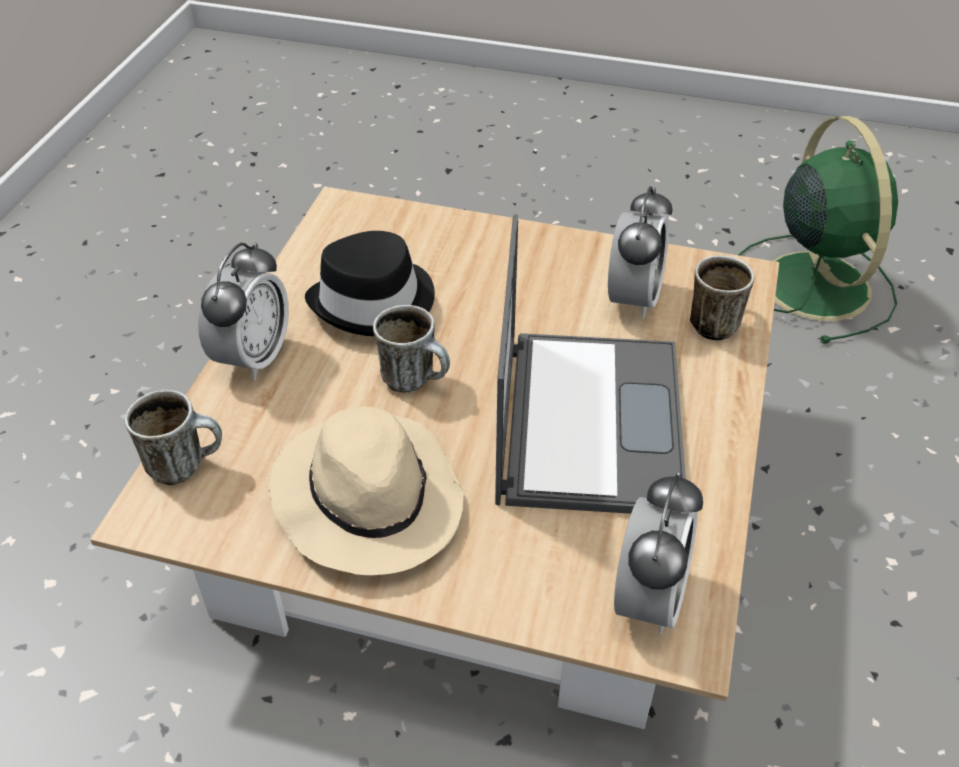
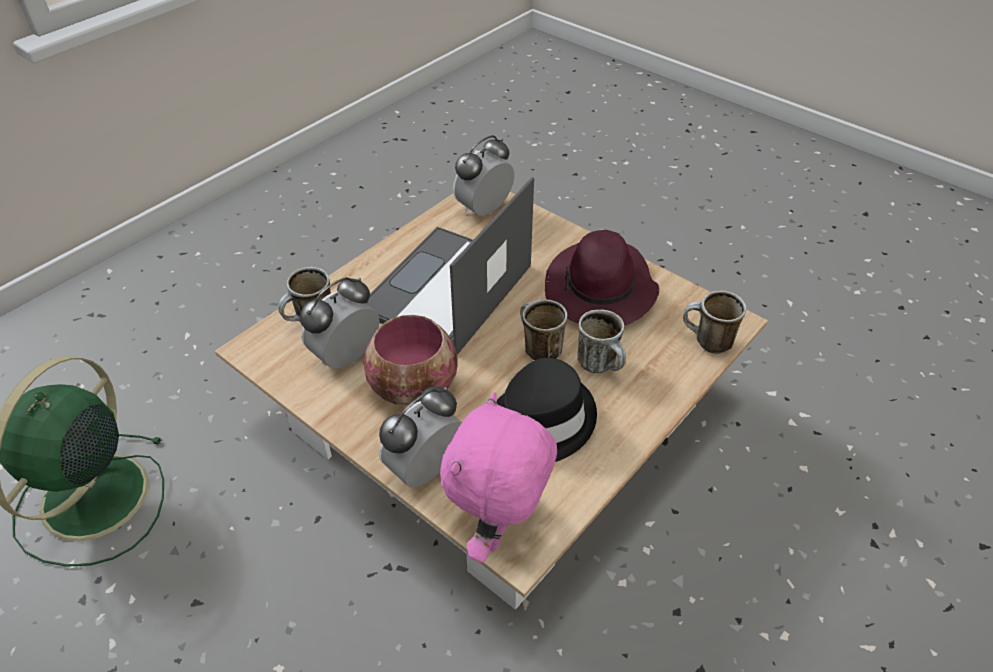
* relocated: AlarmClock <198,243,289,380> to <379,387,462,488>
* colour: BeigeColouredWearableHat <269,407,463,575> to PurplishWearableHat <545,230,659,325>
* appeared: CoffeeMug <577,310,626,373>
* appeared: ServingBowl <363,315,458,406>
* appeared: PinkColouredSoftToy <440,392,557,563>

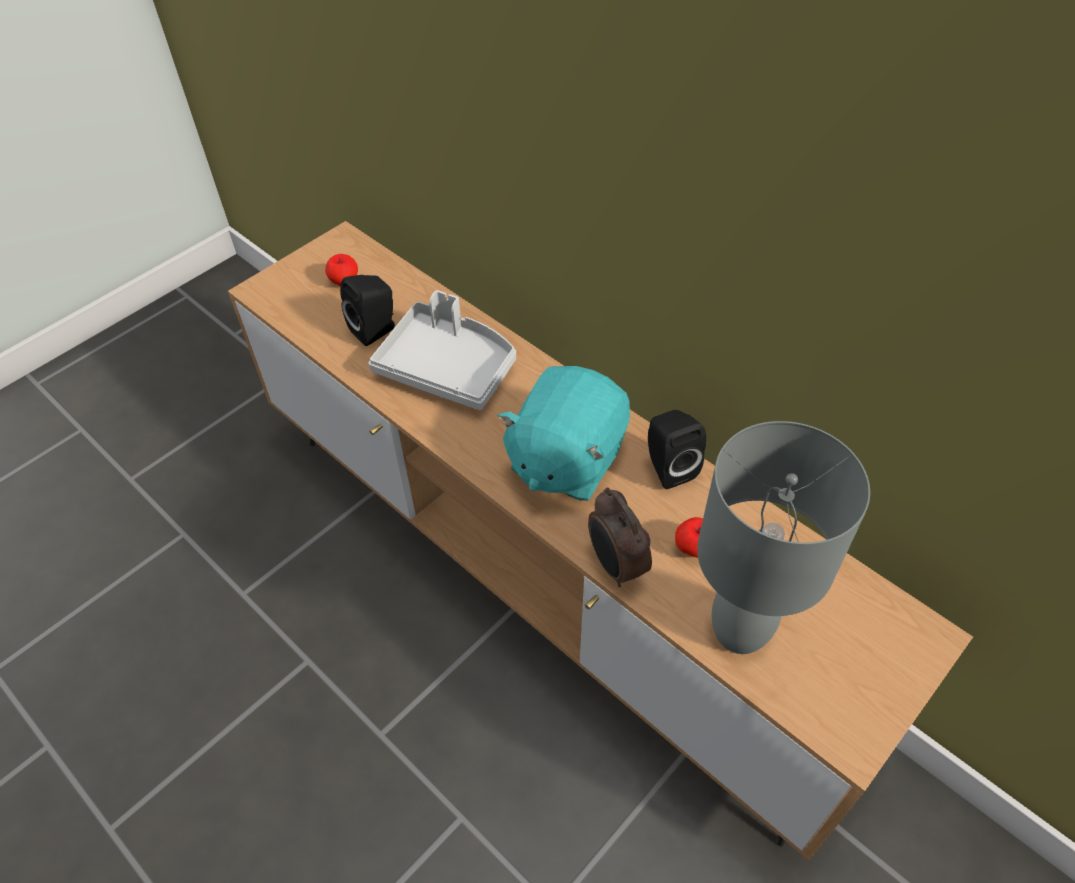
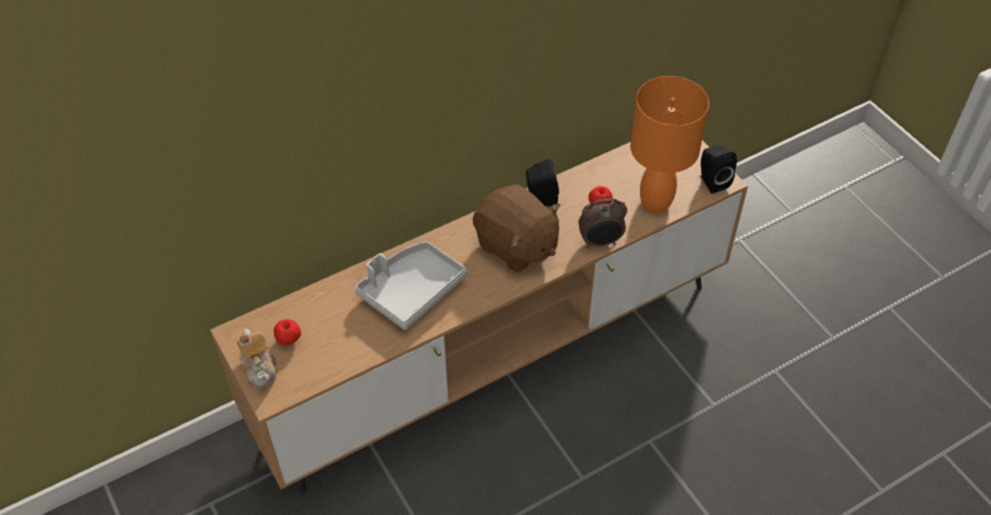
* relocated: BlackLoudspeaker <340,275,395,346> to <701,145,737,194>
* colour: TurquoiseColouredSoftToy <498,366,630,501> to BrownColouredSoftToy <473,184,560,273>
* colour: GreyishTabletopLamp <697,421,870,654> to OrangeyTabletopLamp <630,76,709,213>
* appeared: PotForTea <237,329,276,389>

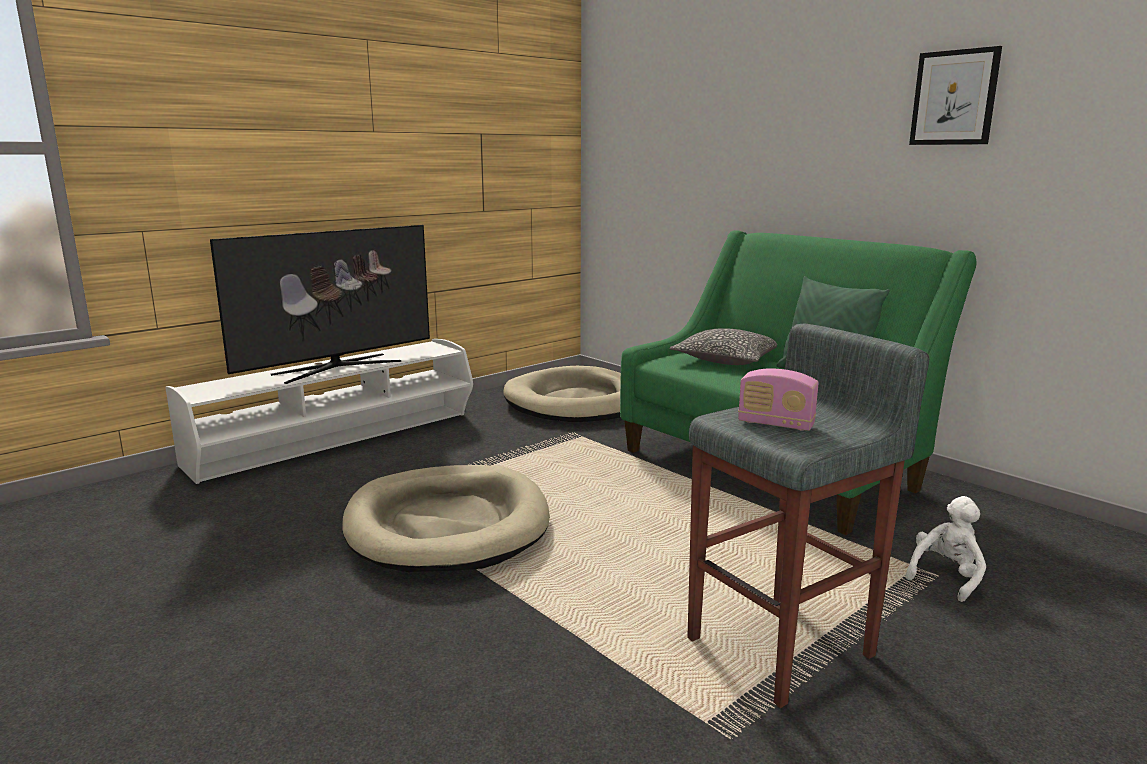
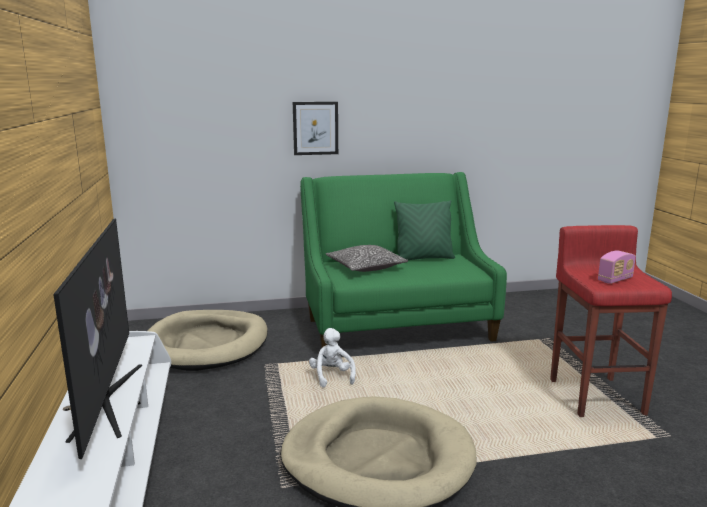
* relocated: WallArt <909,46,1002,145> to <293,102,338,155>
* colour: GreyishSittingStool <687,323,929,708> to RedColouredSittingStool <550,225,672,417>
* relocated: WhiteColouredSoftToy <905,496,986,602> to <309,328,356,388>

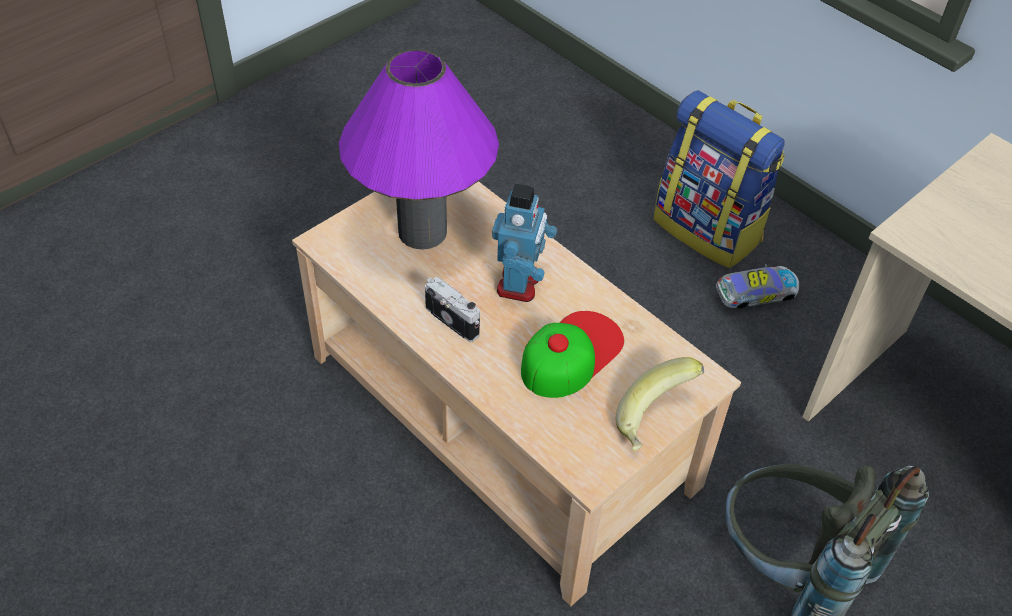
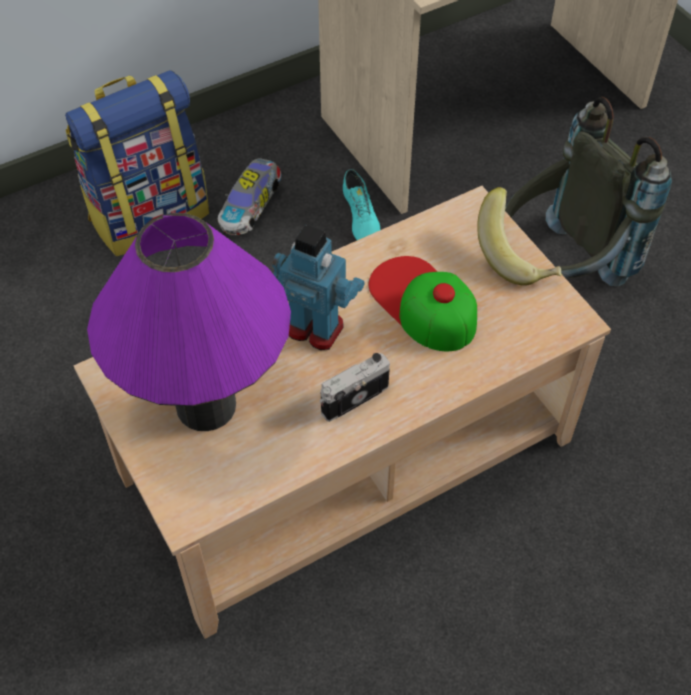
* spun: MiniatureCar <715,264,799,309> = <218,158,282,235> 150 degrees counterclockwise
* appeared: TurquoiseColouredShoe <343,169,380,240>

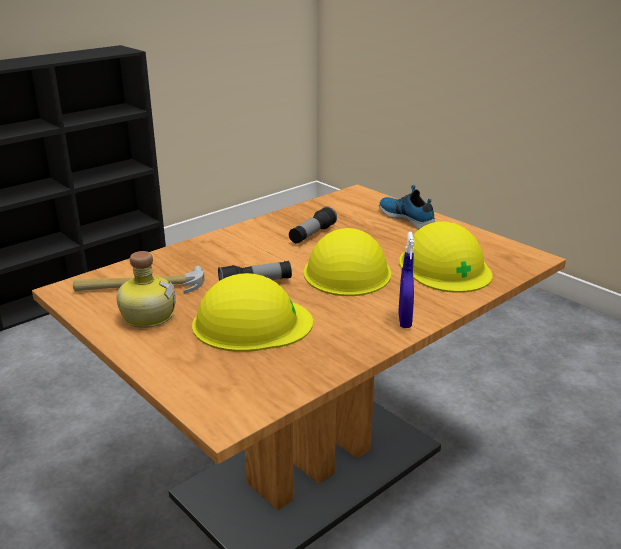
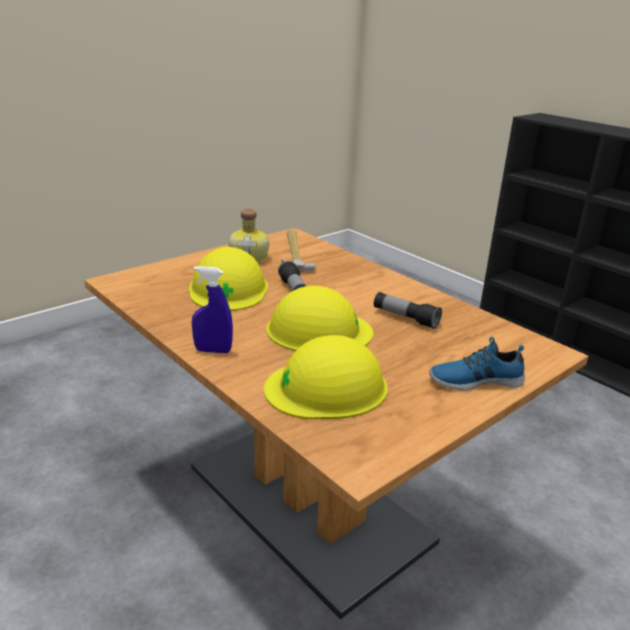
* spun: Shoe <379,185,435,229> = <429,337,525,390> 150 degrees counterclockwise

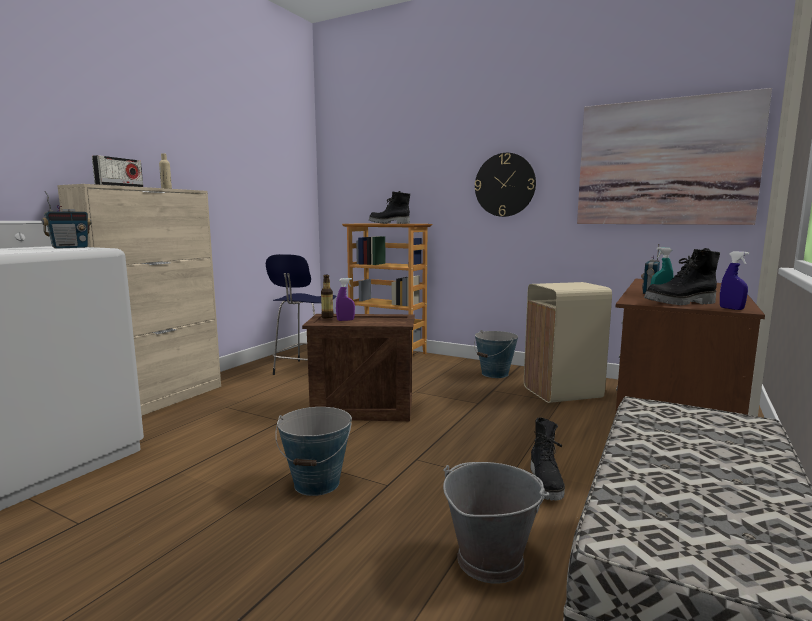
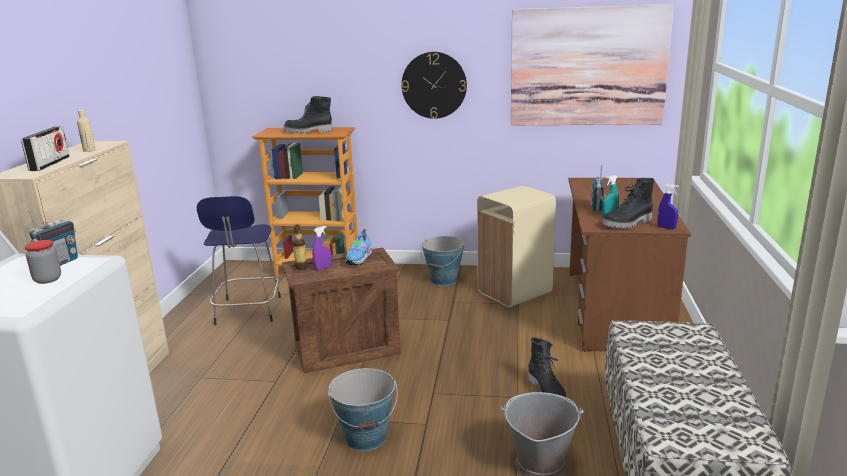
* appeared: Shoe <346,229,372,265>
* appeared: StorageJar <25,240,61,284>

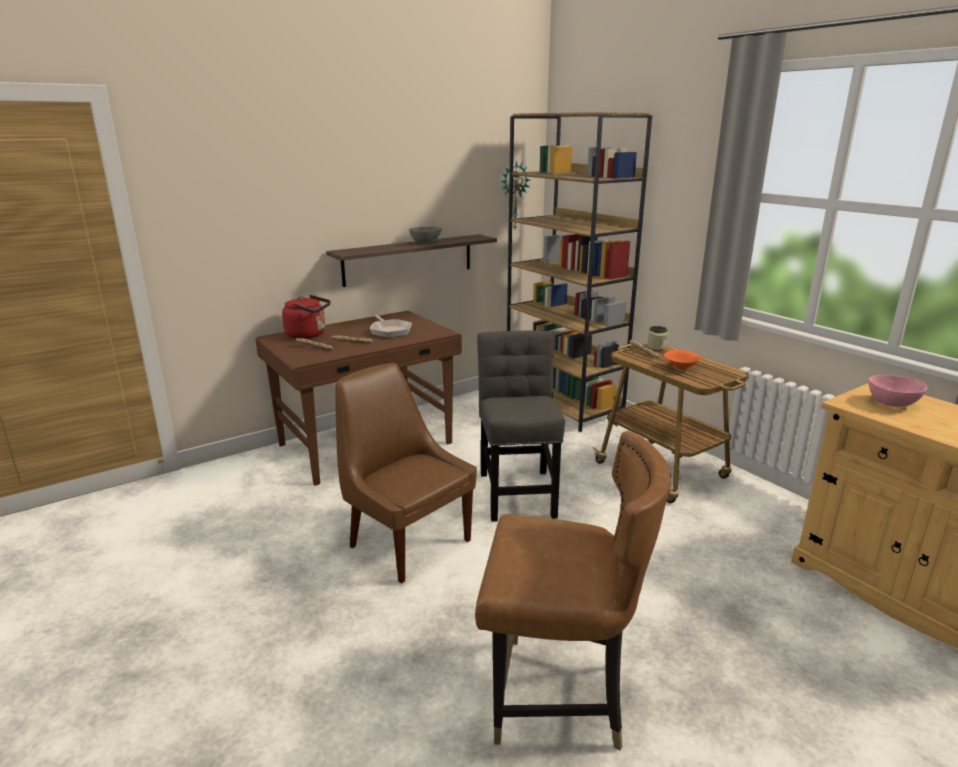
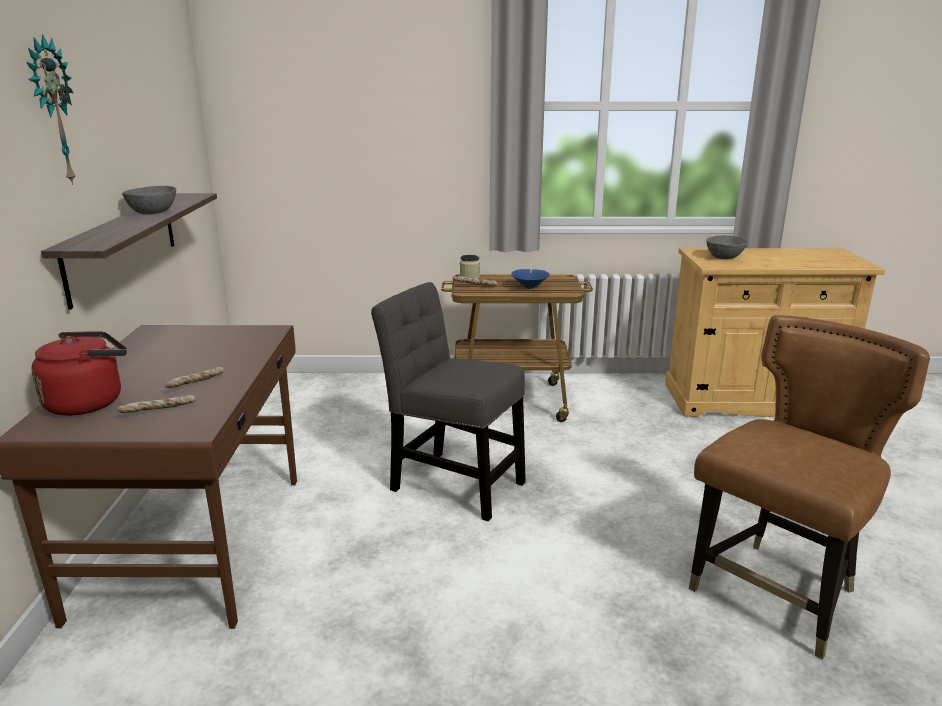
* missing: BrownColouredBookcase <507,112,652,432>
* relocated: WallClock <501,160,530,229> to <26,34,76,185>
* missing: Skillet <370,315,412,338>
* colour: OrangeyServingBowl <664,350,702,371> to BlueColouredServingBowl <511,269,549,289>
* missing: BrownColouredPlainChair <336,363,477,584>
* colour: PinkColouredServingBowl <869,375,927,407> to GreyishServingBowl <706,235,748,259>

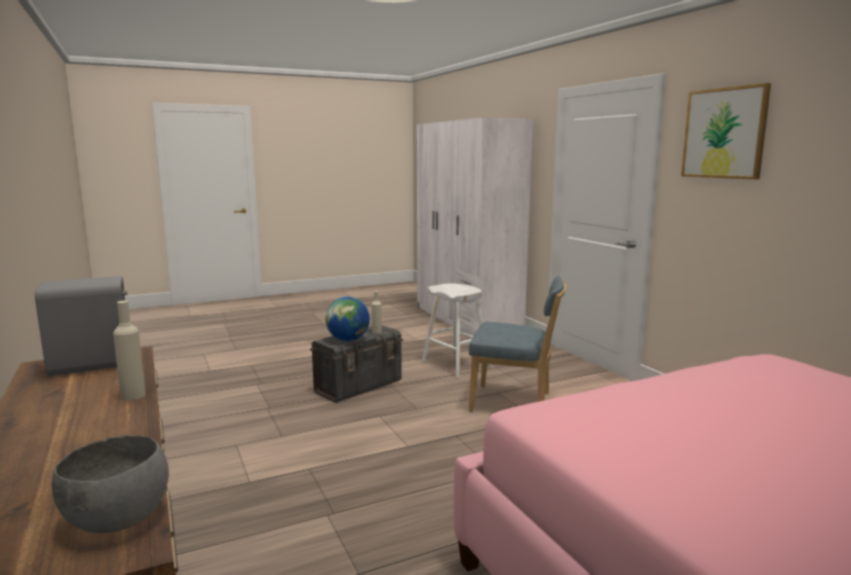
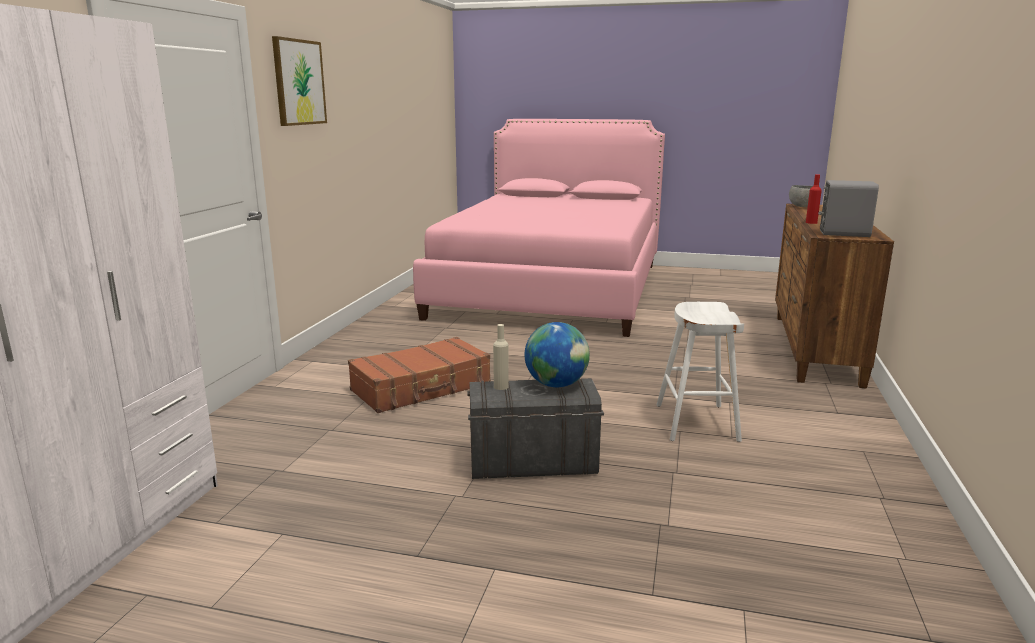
* exchanged: BlueColouredPlainChair <469,276,566,412> to BrownColouredTravelCase <348,337,491,413>
* relocated: WhiteColouredSittingStool <422,283,492,378> to <656,302,744,442>
* colour: BeigeColouredBottle <113,301,146,401> to RedColouredBottle <806,174,822,224>

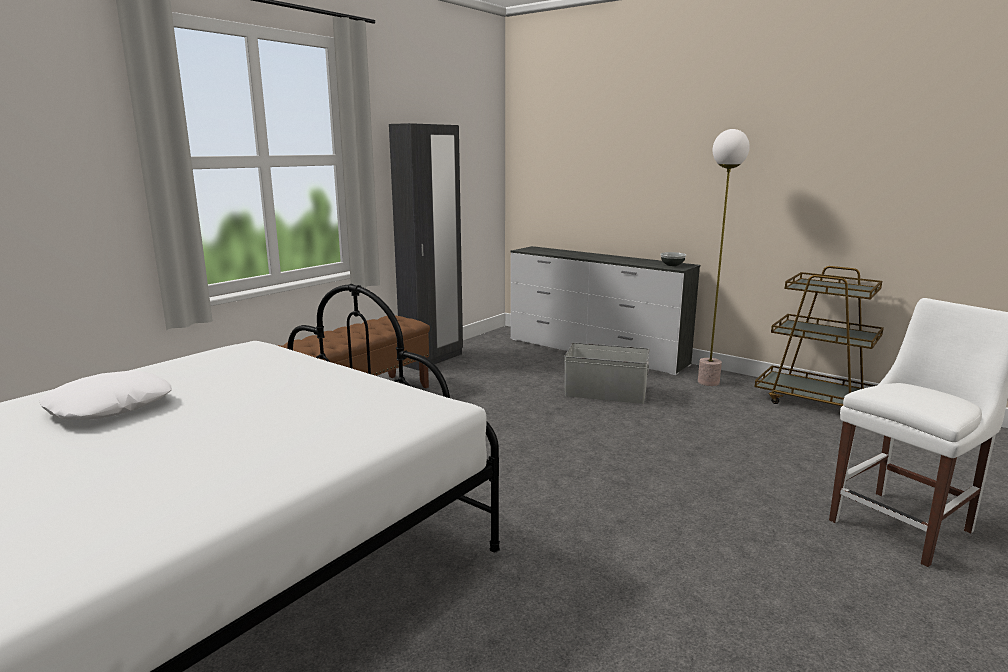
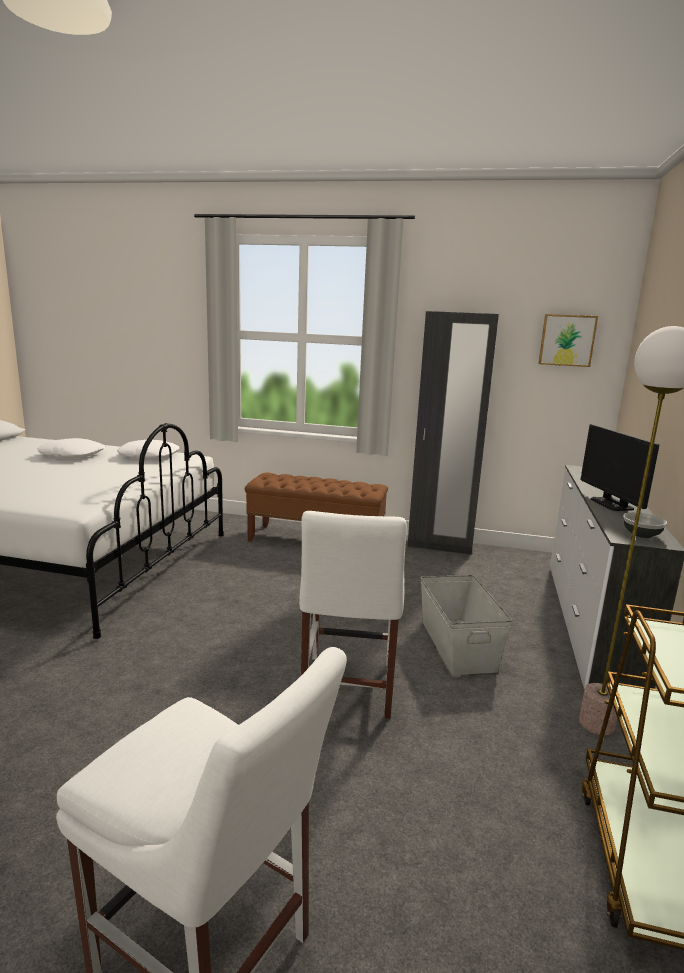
* appeared: WallArt <538,314,598,367>
* appeared: Monitor <581,424,659,511>
* appeared: WhiteColouredPillow <117,440,179,459>
* appeared: WhiteColouredPlainChair <299,511,407,719>

